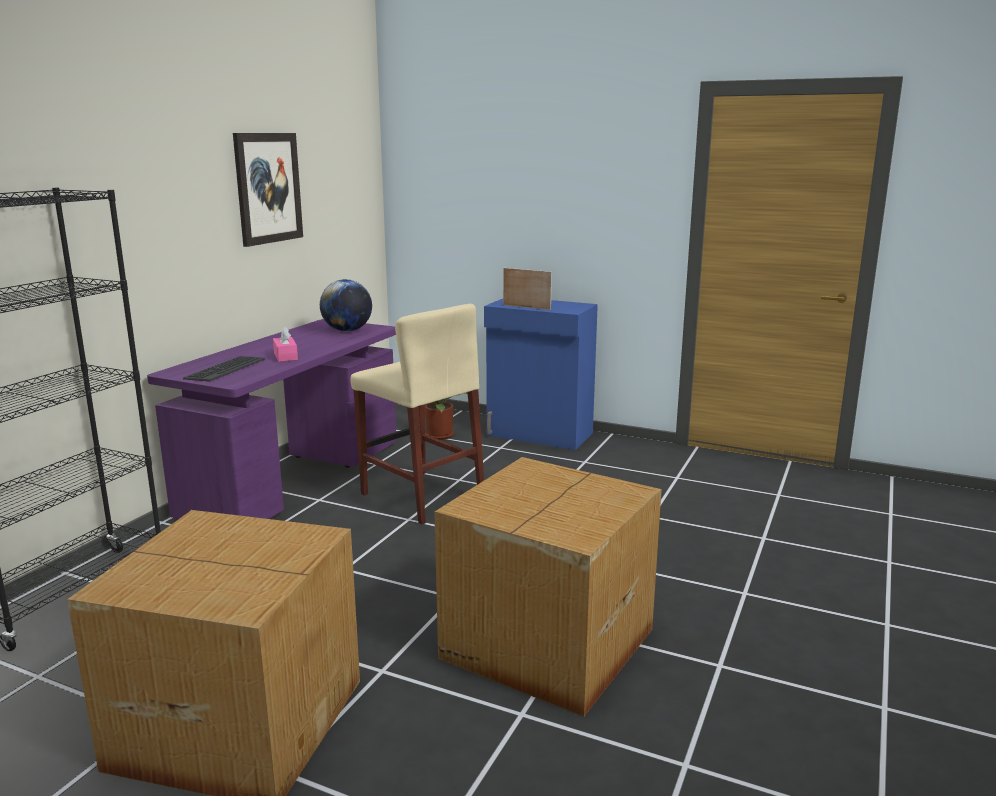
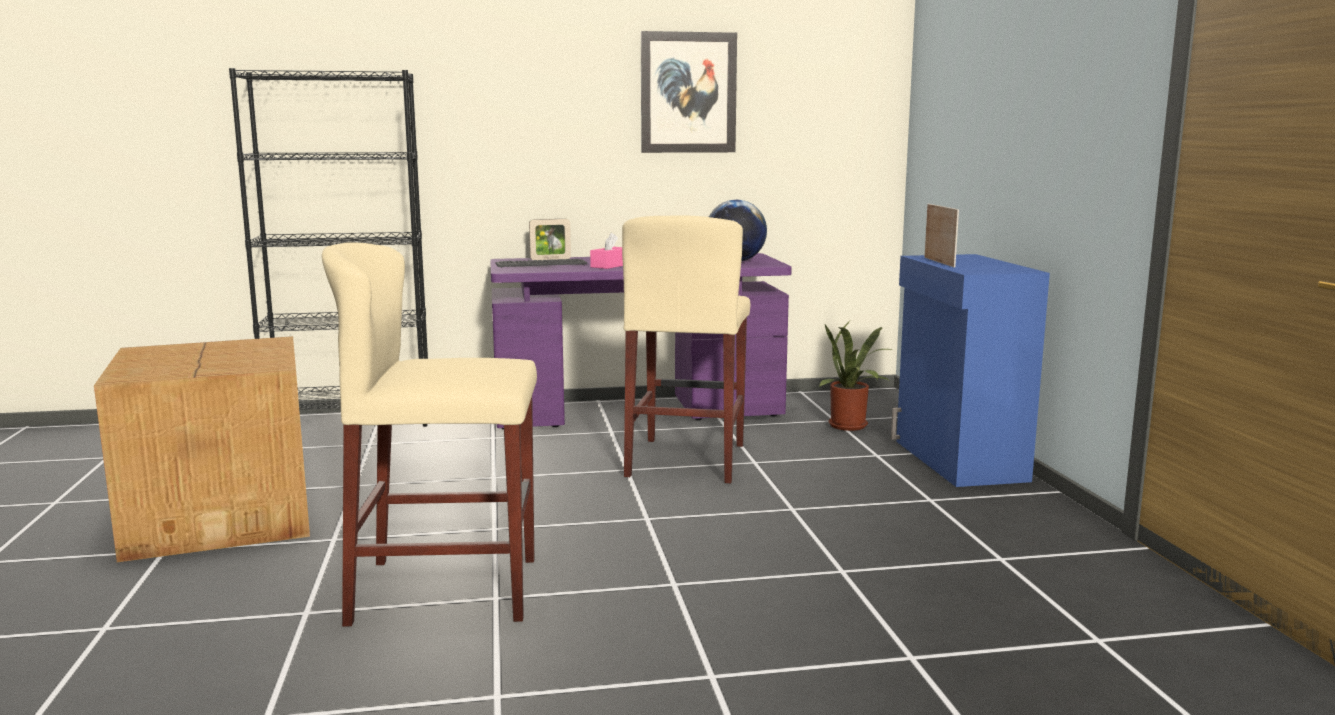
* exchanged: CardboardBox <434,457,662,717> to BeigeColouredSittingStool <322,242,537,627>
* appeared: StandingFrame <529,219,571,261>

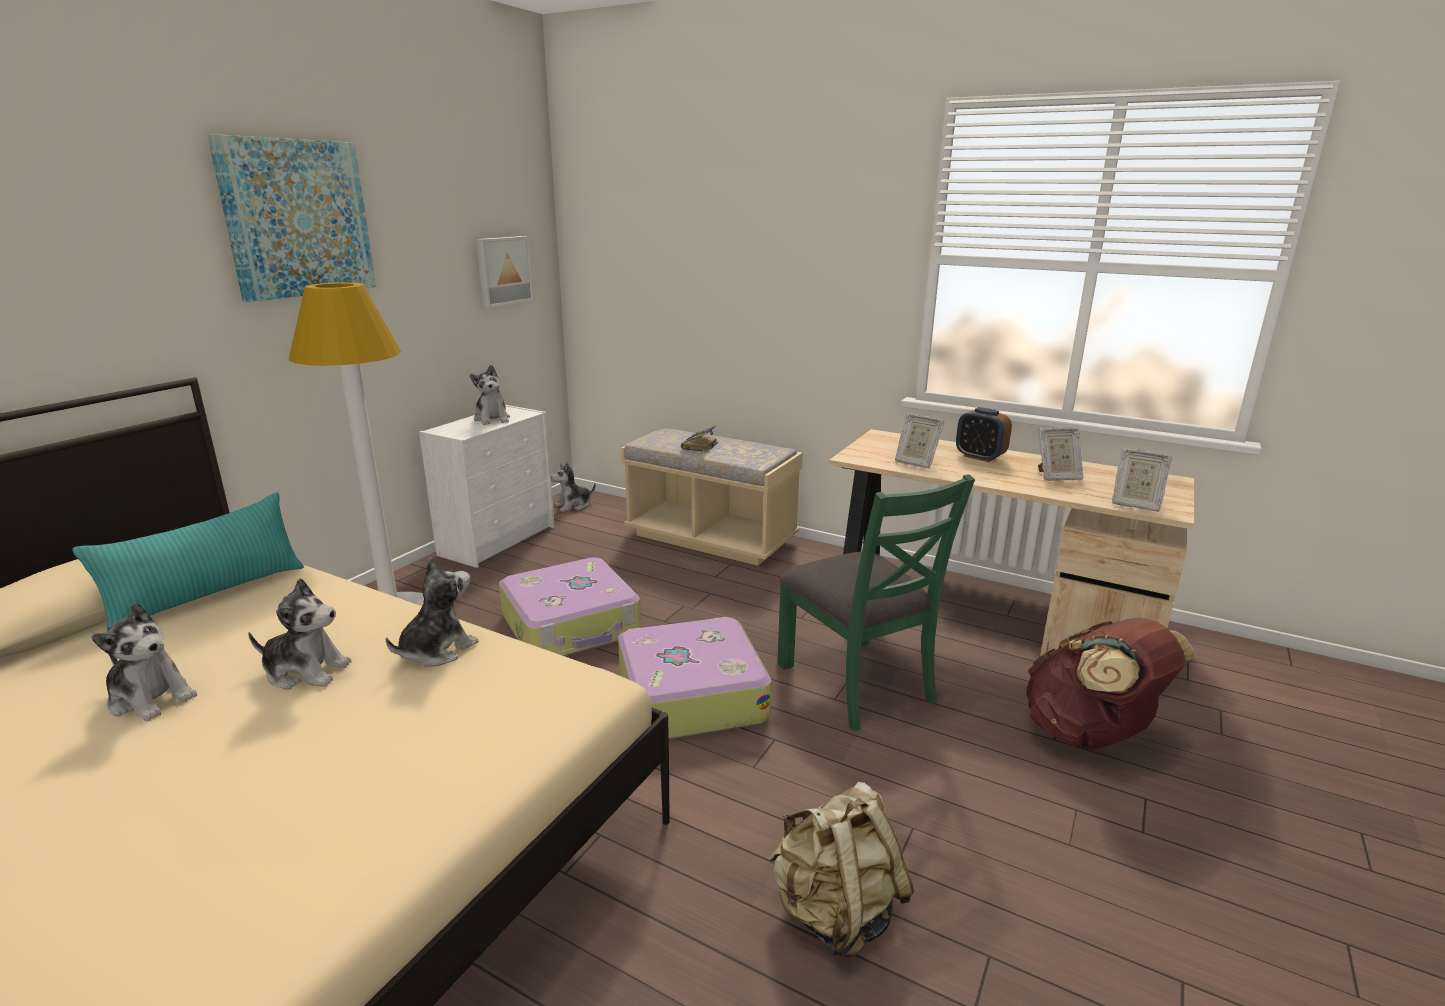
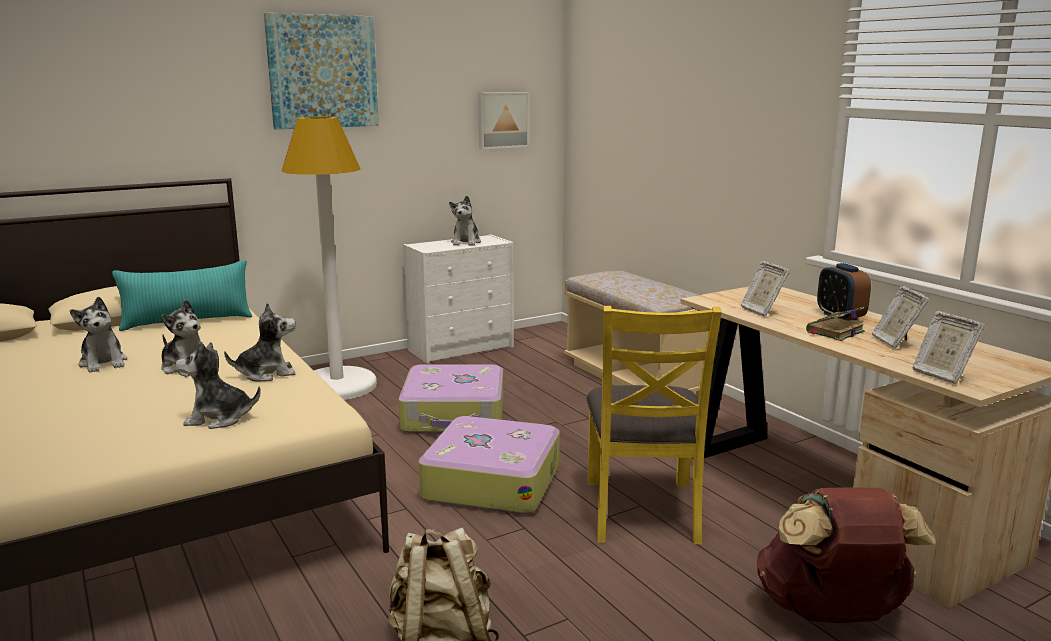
* relocated: BoundBook <681,425,718,452> to <806,307,865,341>
* spun: StandingFrame <1038,427,1084,481> = <872,286,930,349> 60 degrees clockwise
* relocated: SoftToy <551,462,596,512> to <176,341,261,429>
* colour: GreenColouredPlainChair <777,474,975,731> to YellowishPlainChair <586,306,722,544>

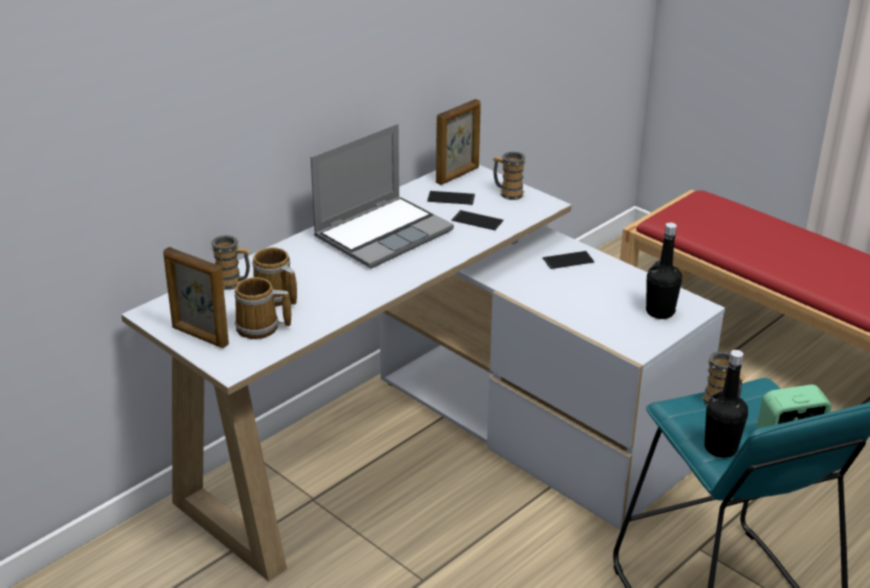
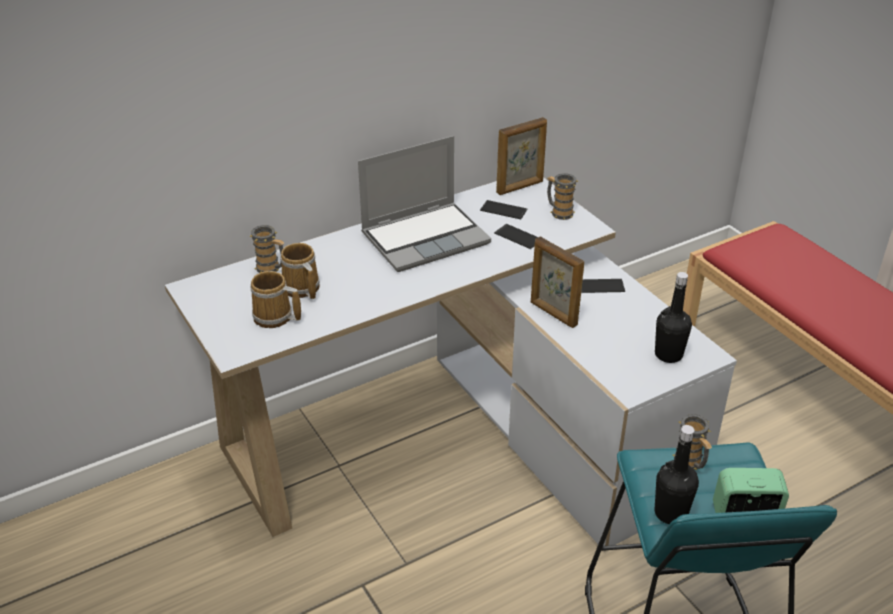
* relocated: StandingFrame <163,247,229,348> to <531,237,584,328>

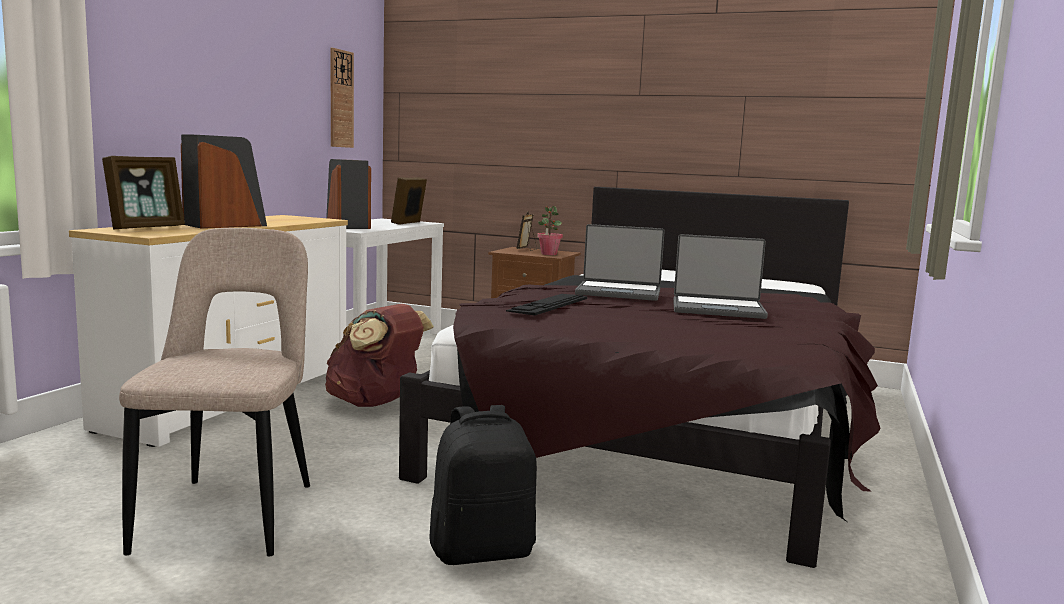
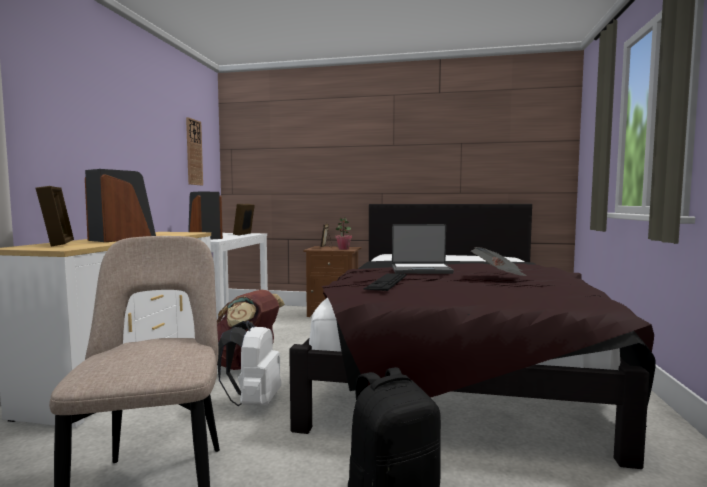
* spun: StandingFrame <102,156,185,229> = <36,186,74,246> 45 degrees counterclockwise
* exchanged: Laptop <673,234,768,319> to DailyPaper <471,247,527,276>
* appeared: WhiteColouredKnapsack <217,320,282,406>

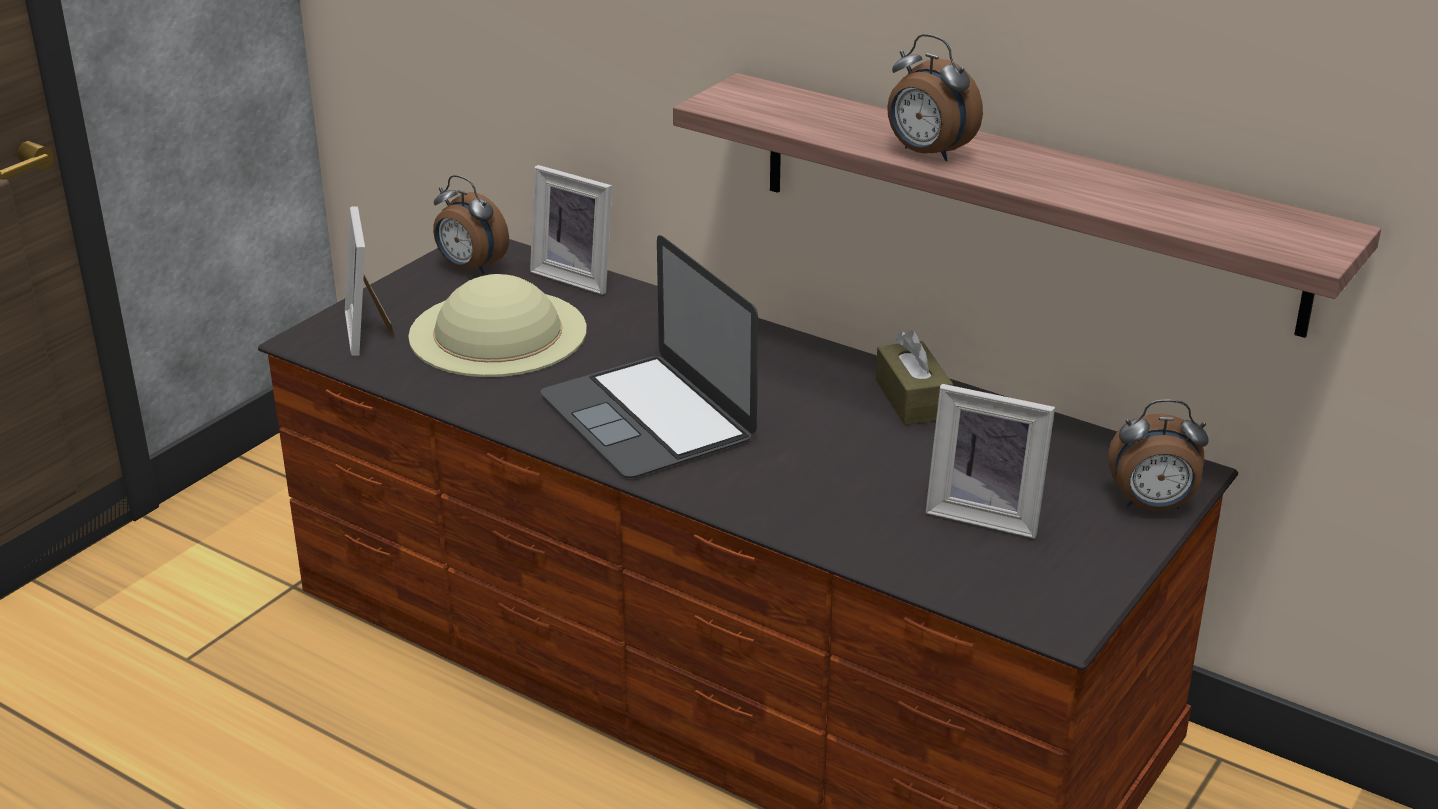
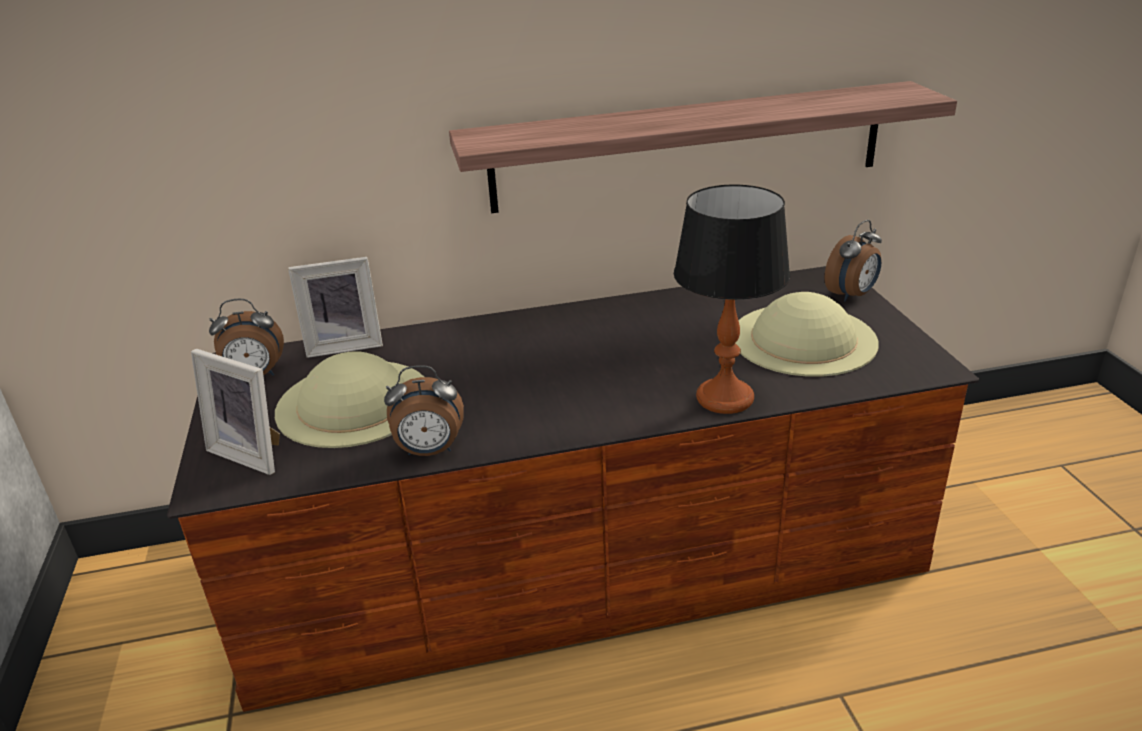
* relocated: AlarmClock <887,34,983,161> to <384,365,464,456>
* missing: Laptop <540,235,758,478>
* missing: BrownColouredTissueHolder <876,330,954,425>
* exchanged: StandingFrame <925,384,1055,539> to BeigeColouredWearableHat <736,292,879,377>
* appeared: TabletopLamp <674,184,790,414>

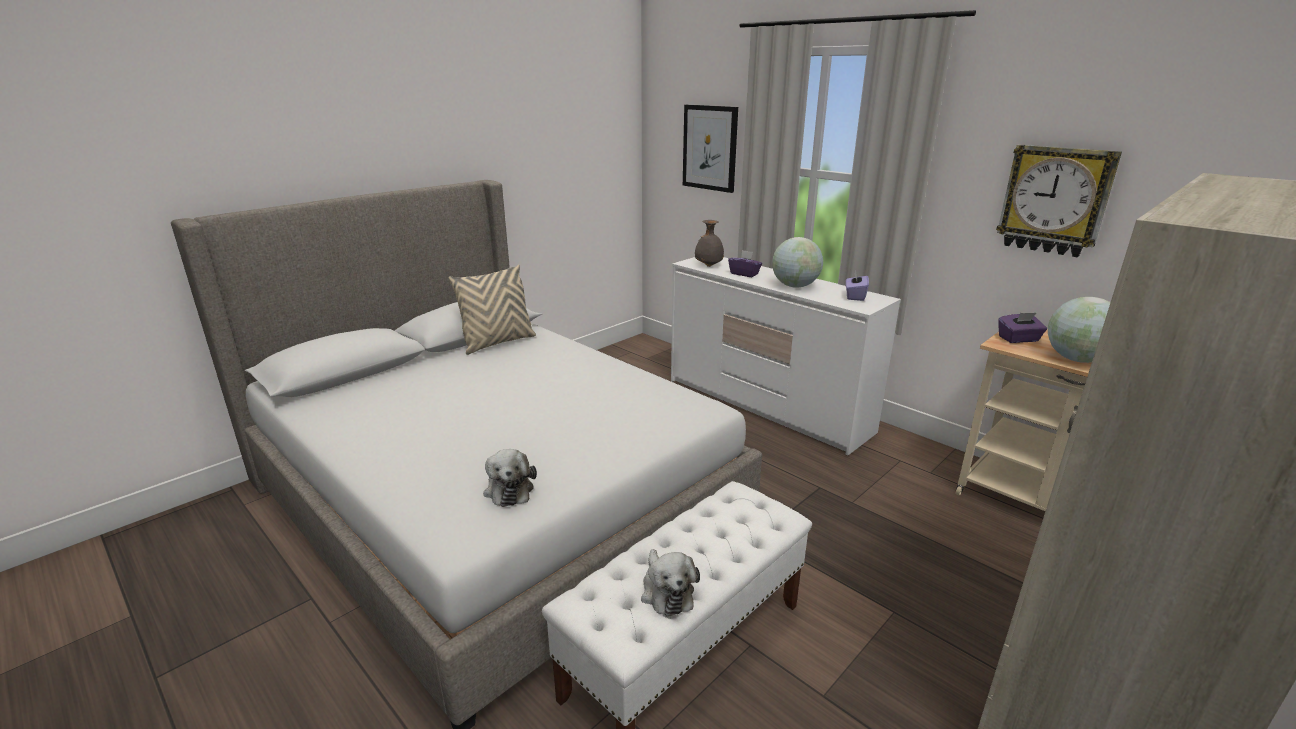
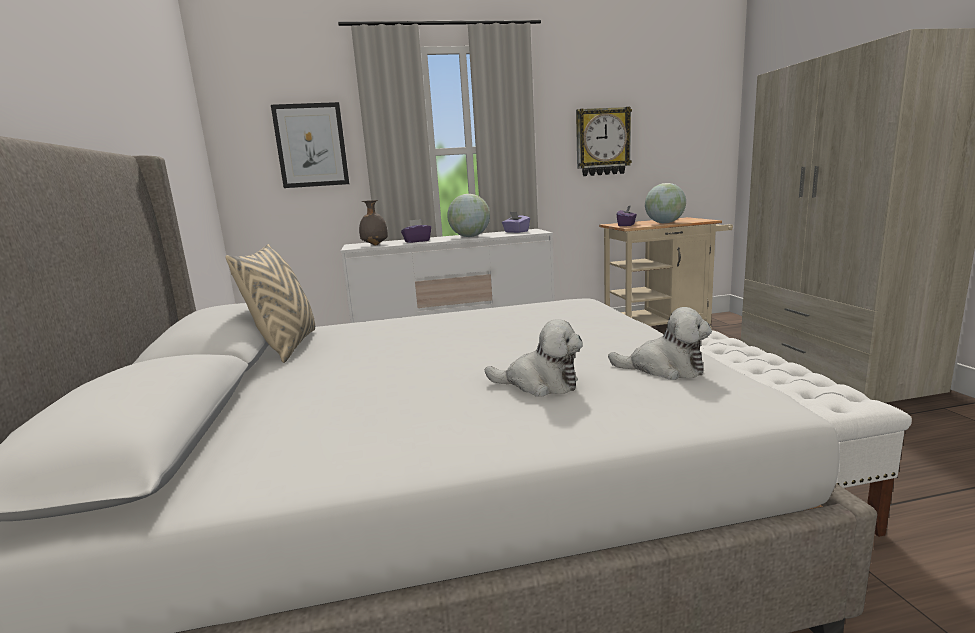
* relocated: SoftToy <641,549,700,617> to <485,319,583,397>

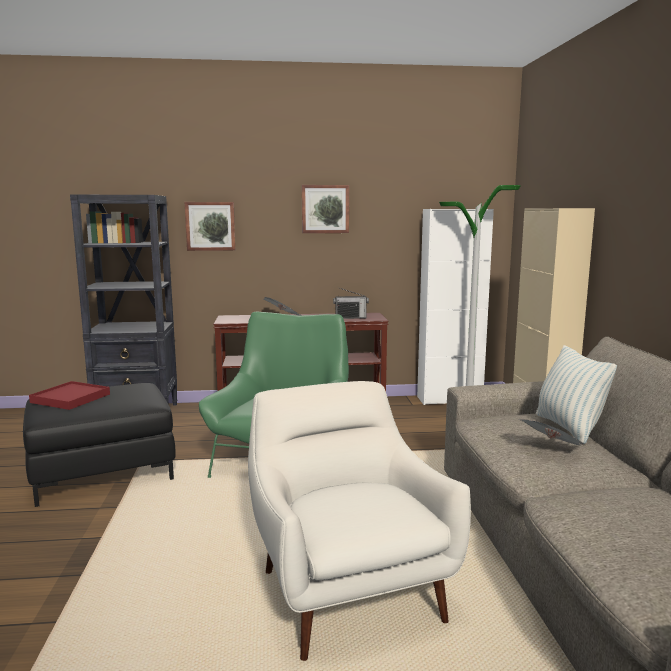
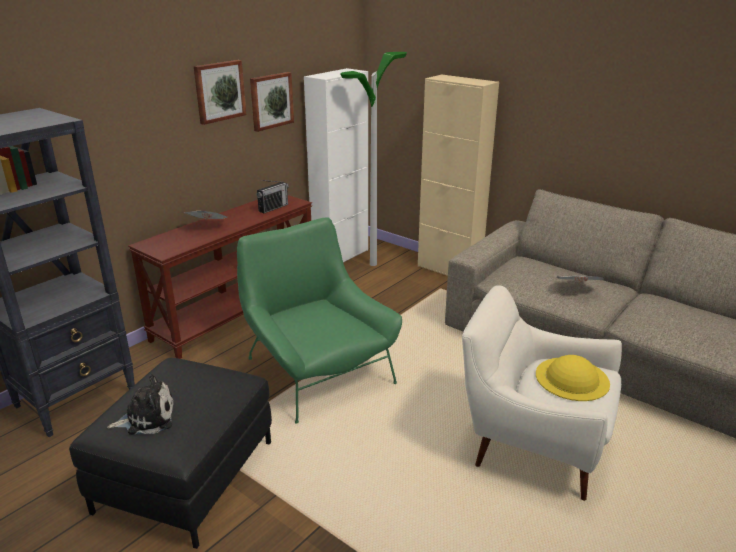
* relocated: WallArt <185,202,235,251> to <250,72,294,132>
* missing: Pillow <536,345,617,444>
* exchanged: RedColouredServingTray <29,381,110,410> to SoftToy <107,374,174,435>
* appeared: YellowishWearableHat <536,355,610,401>

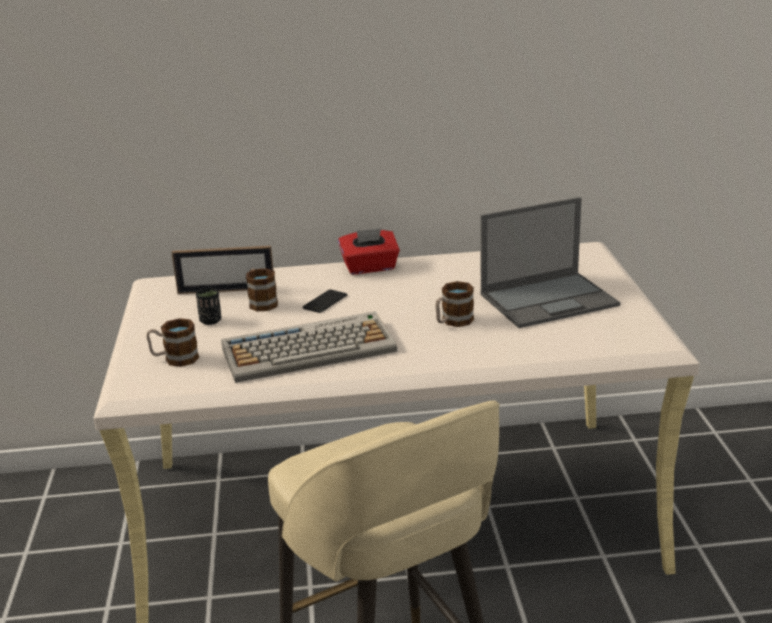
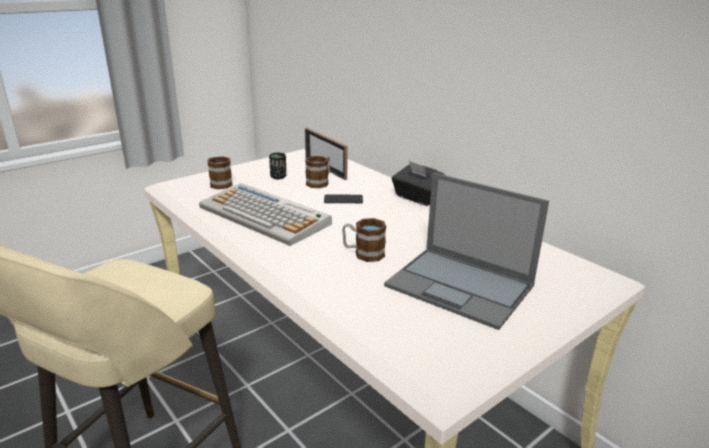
* colour: RedColouredTissueHolder <338,228,400,275> to BlackTissueHolder <392,161,445,206>

